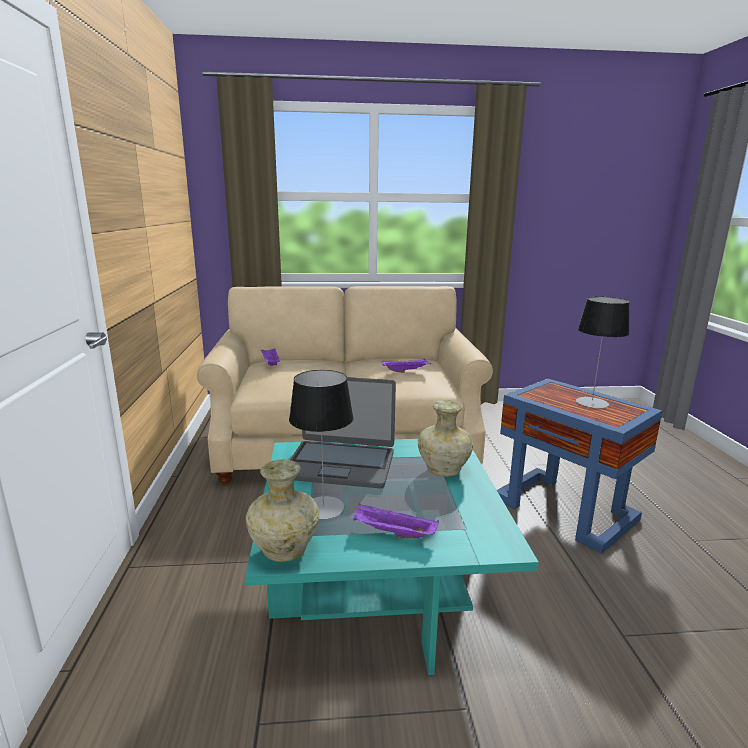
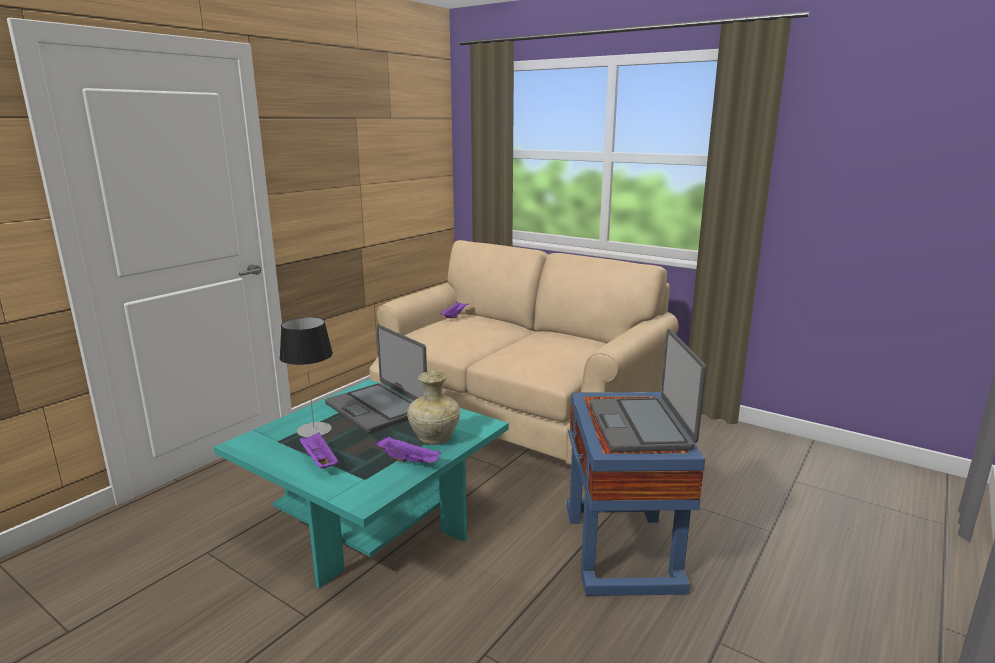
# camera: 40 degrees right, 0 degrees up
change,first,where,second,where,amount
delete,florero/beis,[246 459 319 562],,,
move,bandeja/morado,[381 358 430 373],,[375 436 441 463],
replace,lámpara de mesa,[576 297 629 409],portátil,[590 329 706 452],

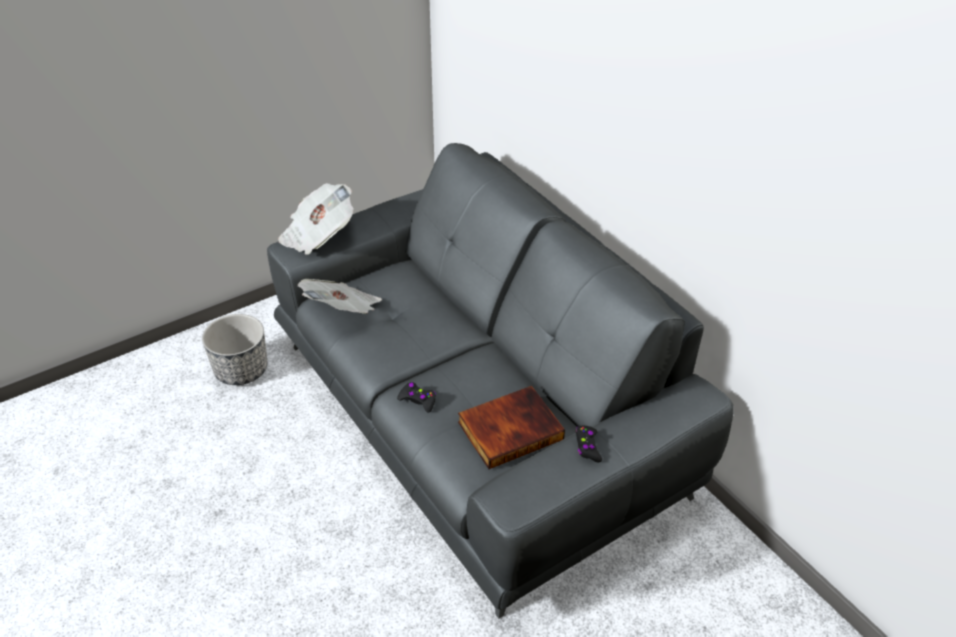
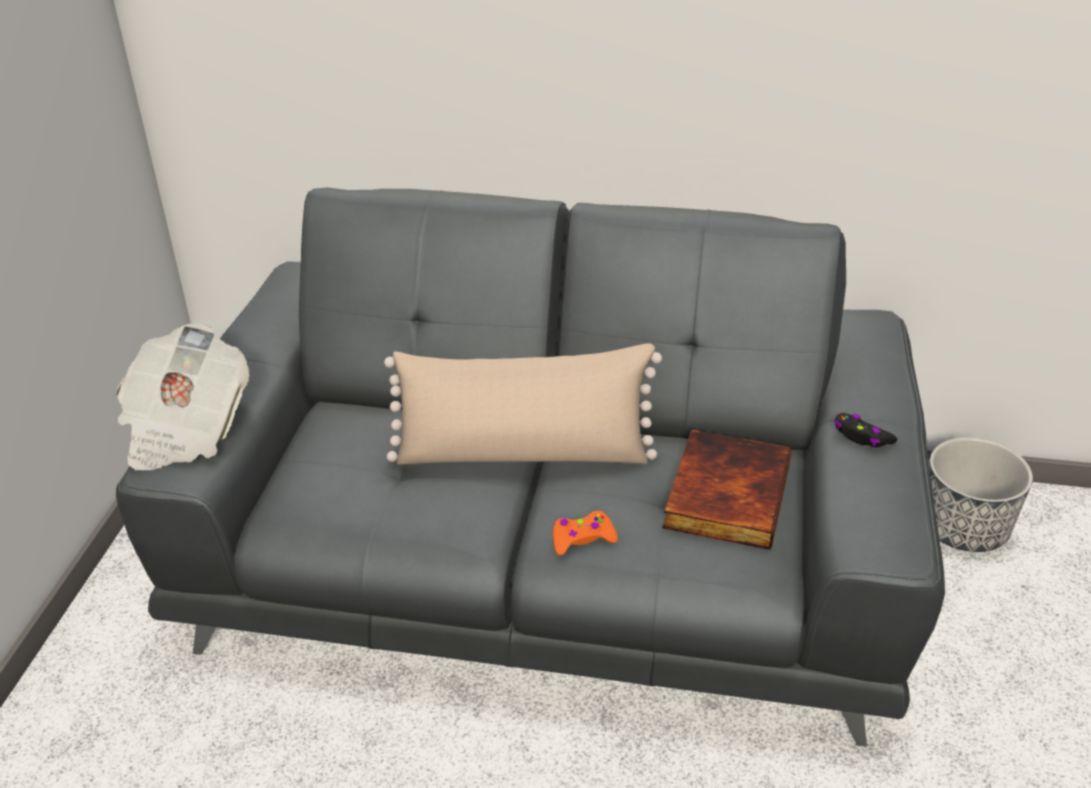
# camera: 45 degrees left, 5 degrees down
change,first,where,second,where,amount
delete,periódico,[298 279 382 314],,,
insert,,,cojín/beis,[384 343 662 465],
move,maceta,[202 314 268 385],,[929 437 1033 552],
recolor,mando de consola/negro,[397 382 436 413],mando de consola/naranja,[553 511 618 555],

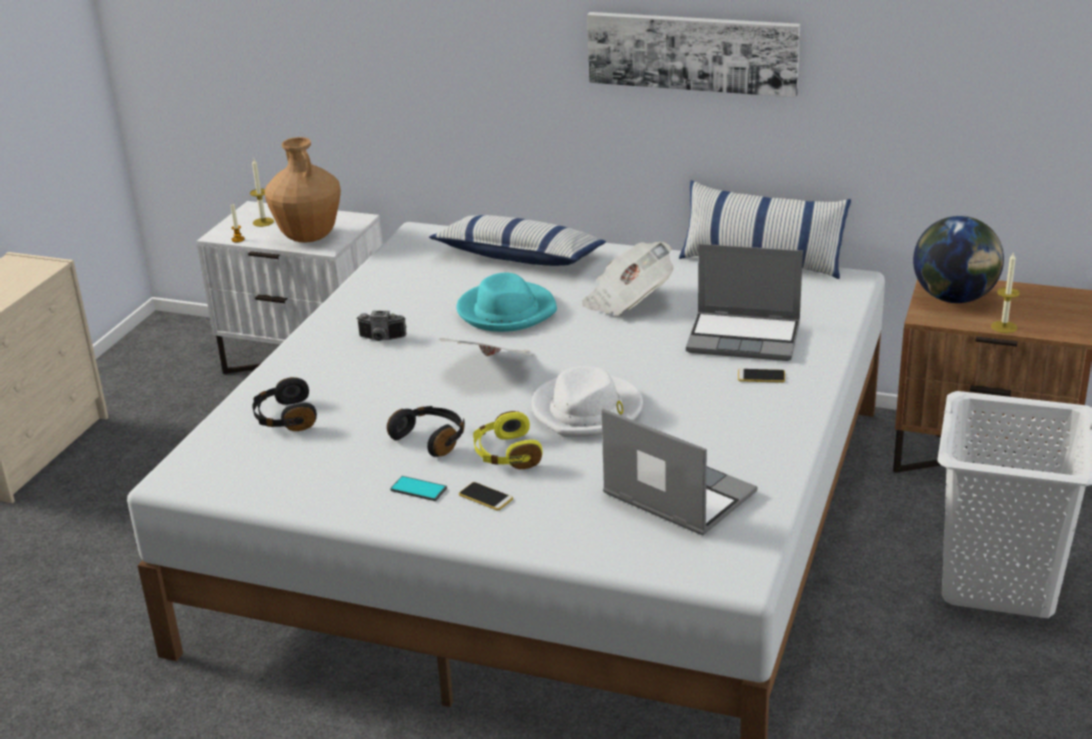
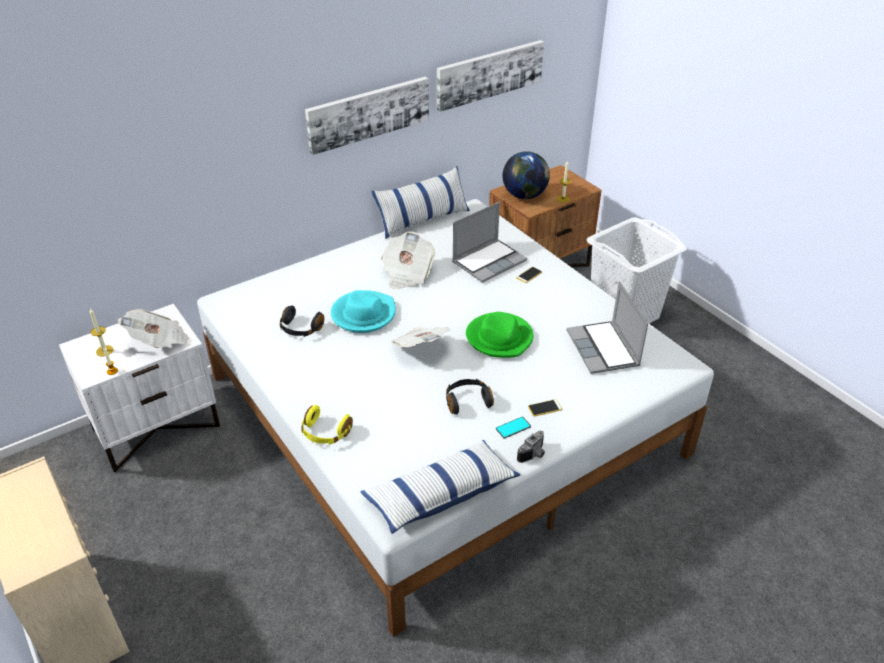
# camera: 55 degrees left, 10 degrees up
change,first,where,second,where,amount
insert,,,cuadro,[437 40 544 112],
move,auriculares/negro,[252 377 317 431],,[280 305 324 337],
move,cámara,[356 311 407 341],,[517 431 545 463],
move,cojín,[429 215 606 266],,[361 440 520 534],
move,auriculares/amarillo,[473 411 543 469],,[301 405 353 445],
replace,florero/marrón,[265 137 341 243],periódico,[118 309 192 348],
recolor,sombrero/blanco,[532 366 643 437],sombrero/verde,[466 312 533 358],
rotate,portátil,[602 409 757 535],,[567 281 648 374],90 degrees counterclockwise

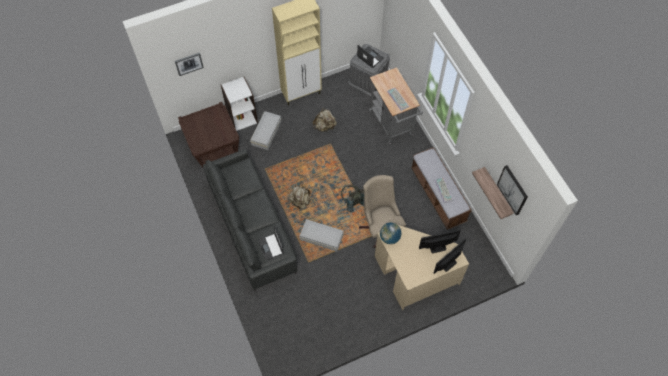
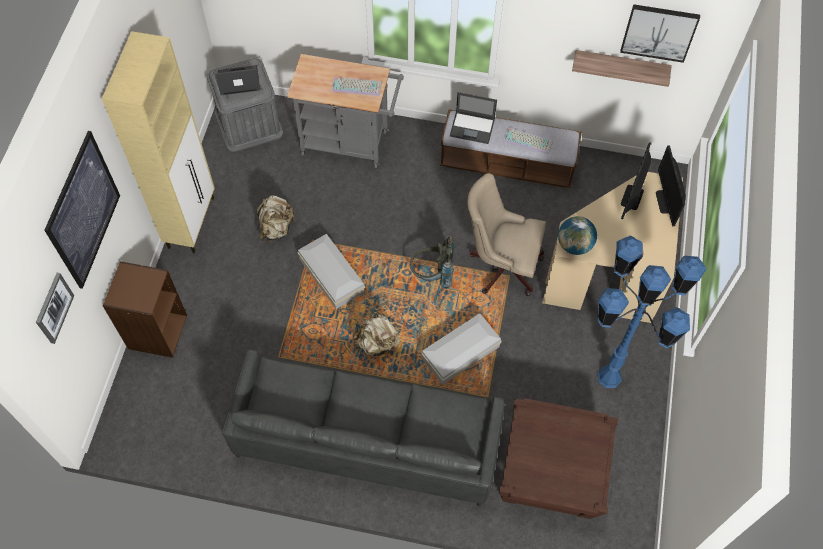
# camera: 55 degrees left, 0 degrees up
change,first,where,second,where,amount
insert,,,cuadro,[44 131 120 289],
insert,,,lámpara de pie/azul,[597 235 706 388],
move,mesa auxiliar/marrón,[178 102 239 167],,[499 398 618 519],
move,caja de almacenaje/blanco,[250 111 282 150],,[298 234 365 309],
move,portátil,[258 226 284 260],,[450 92 497 144],
recolor,estantería/blanco,[221 77 258 131],estantería/marrón,[103 261 187 358],

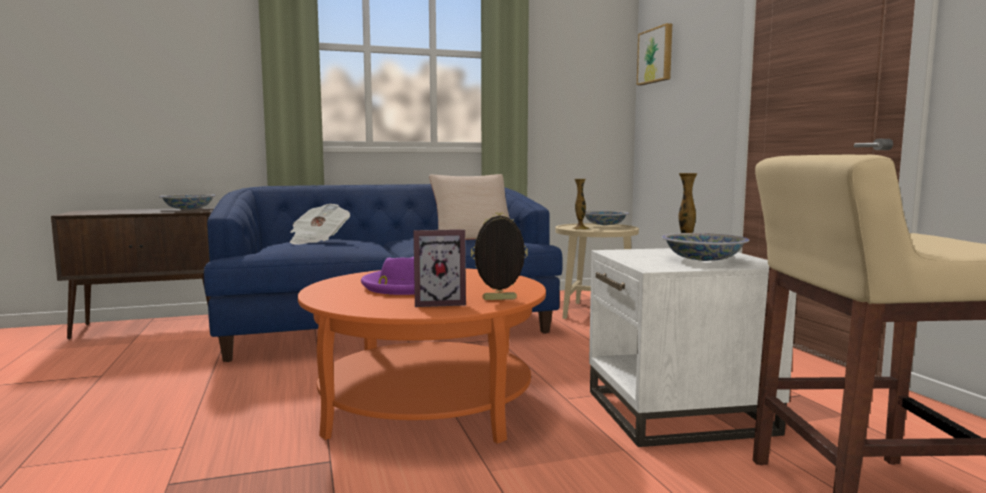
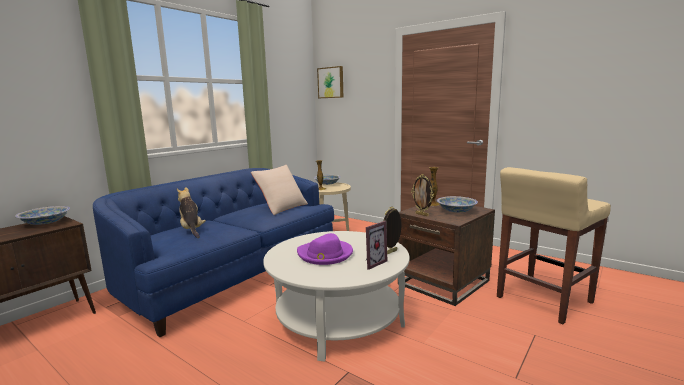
# camera: 35 degrees left, 5 degrees up
change,first,where,second,where,amount
insert,,,portarretratos,[411 174 434 216],
replace,periódico,[290 204 350 245],peluche,[177 187 206 238],
recolor,mesa de centro/naranja,[298 268 546 444],mesa de centro/blanco,[263 231 410 361],
recolor,mesa auxiliar/blanco,[589 248 796 447],mesa auxiliar/marrón,[398 199 495 306],

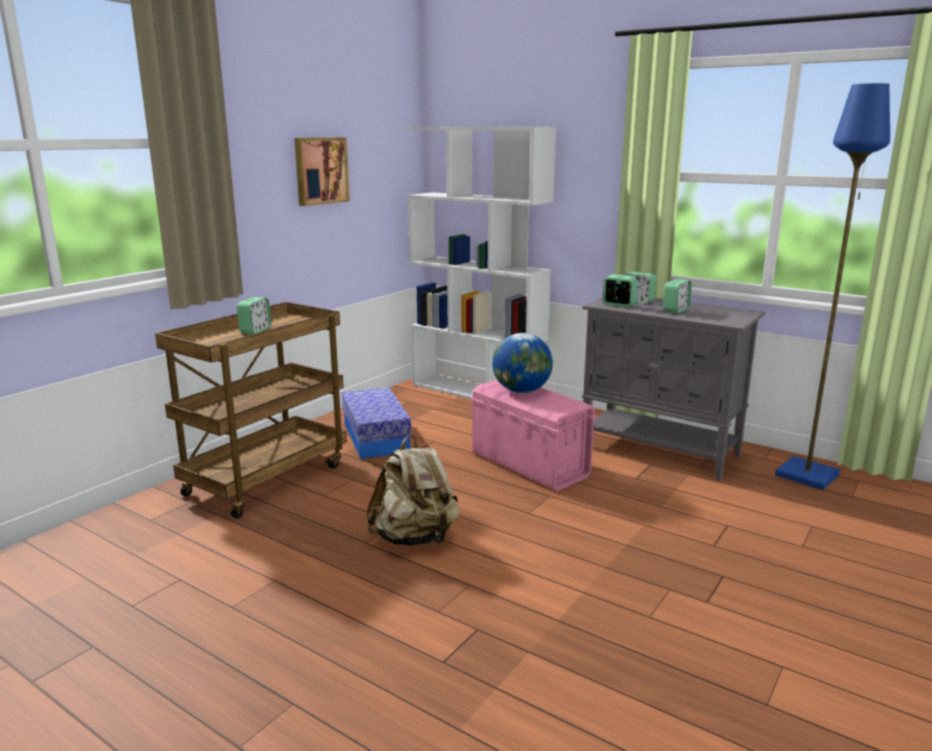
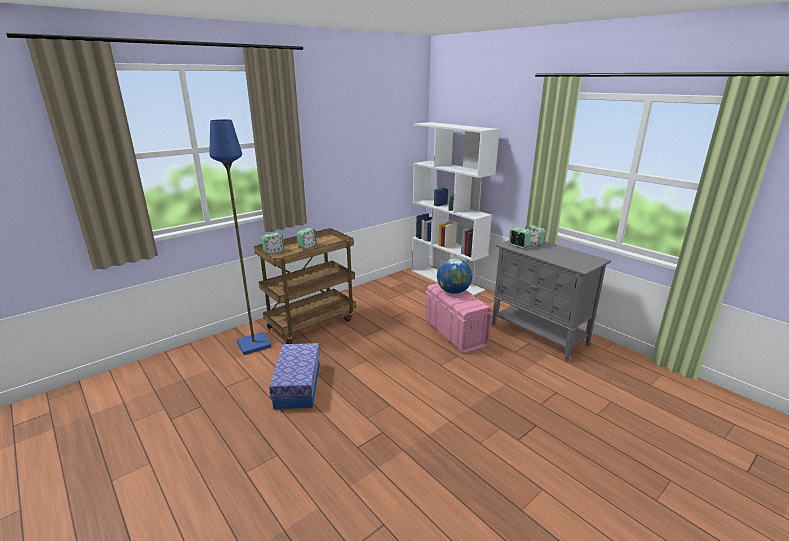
# camera: 15 degrees right, 5 degrees up
change,first,where,second,where,amount
delete,cuadro,[294 137 350 206],,,
delete,mochila/beis,[367 435 460 546],,,
move,caja de almacenaje,[342 387 411 459],,[269 343 320 409],
move,despertador,[663 279 692 314],,[261 233 284 254],
move,lámpara de pie/azul,[775 83 890 490],,[209 119 271 355],

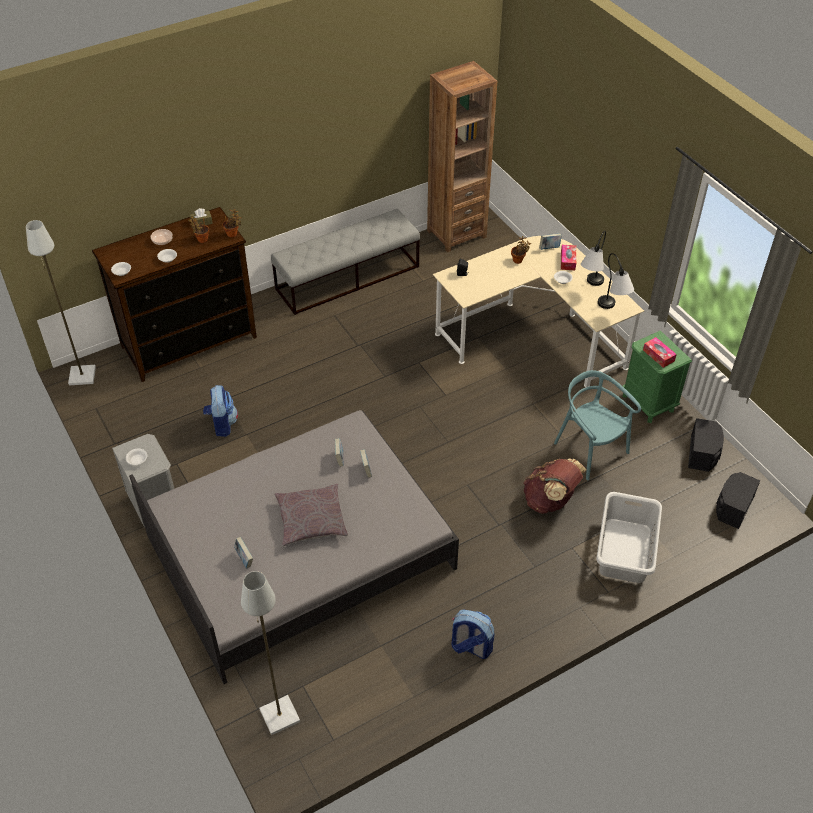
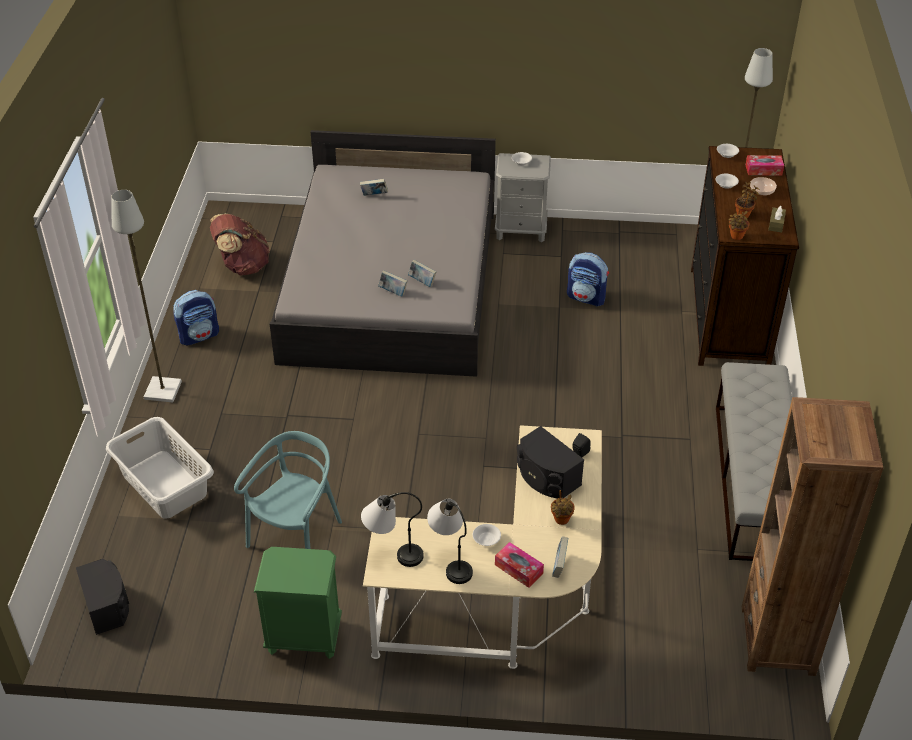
# camera: 125 degrees right, 5 degrees down
change,first,where,second,where,amount
delete,cojín/gris,[274 484 348 546],,,
move,lámpara de pie/gris,[241 571 300 735],,[111 190 182 402],
move,mochila/marrón,[523 459 587 514],,[210 214 270 275],
move,caja de pañuelos,[643 337 677 368],,[746 155 784 176],
move,altavoz/negro,[688 418 724 472],,[517 426 584 499],
rotate,silla/turquesa,[554 370 641 480],,[234 431 342 549],60 degrees counterclockwise

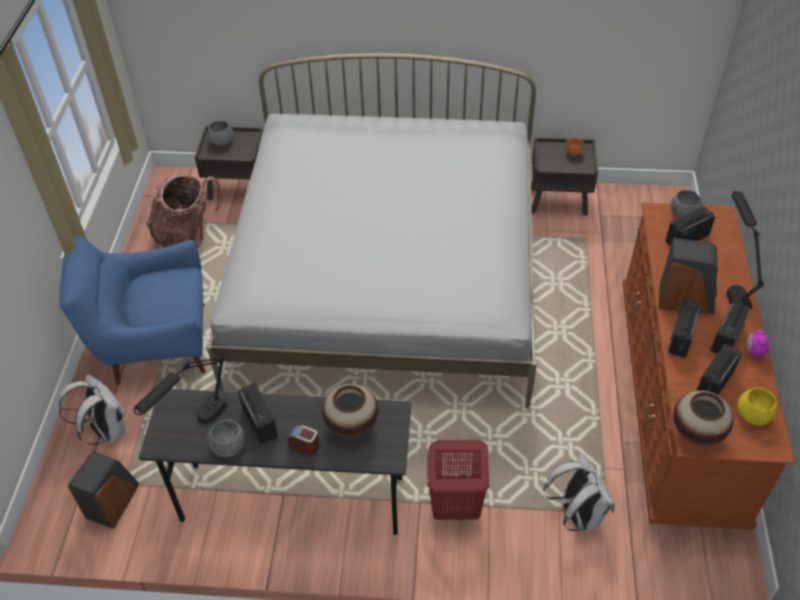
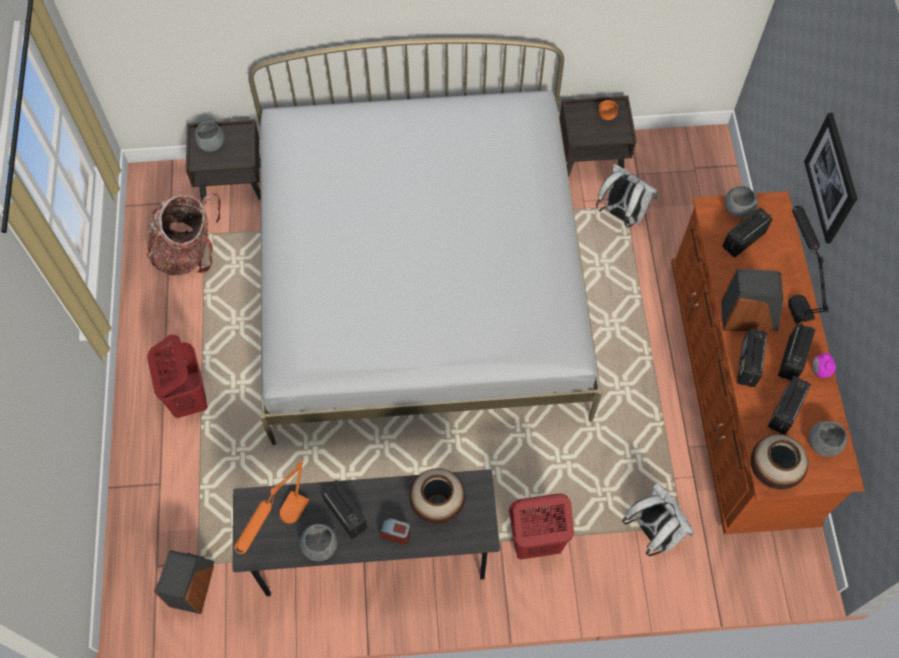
# camera: 10 degrees left, 15 degrees up
change,first,where,second,where,amount
insert,,,cuadro,[804 113 857 244],
move,mochila/blanco,[58 374 126 445],,[596 164 658 227],
replace,sillón/azul,[59 235 206 385],cesto de la ropa/rojo,[147 334 208 418],
recolor,lámpara de mesa/negro,[134 354 229 424],lámpara de mesa/naranja,[234 460 309 554],
recolor,cuenco/amarillo,[737 388 778 425],cuenco/gris,[809 421 847 457],

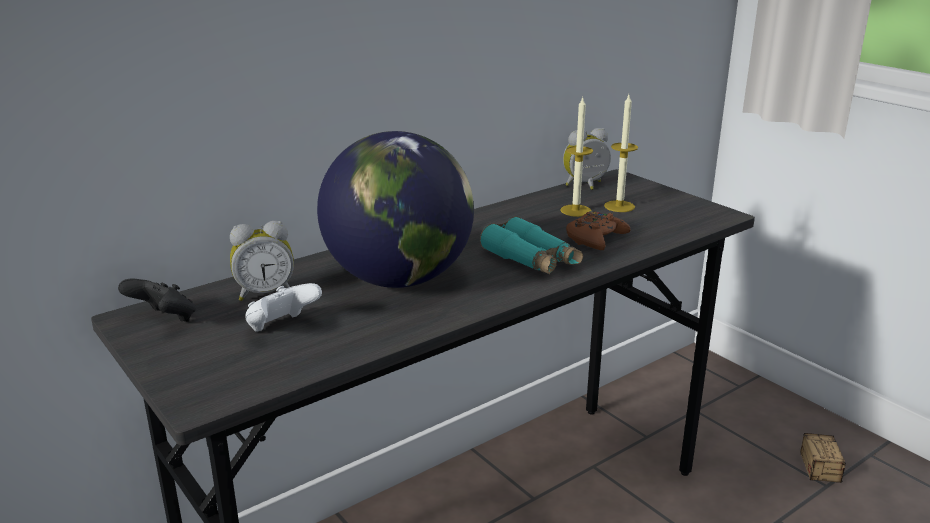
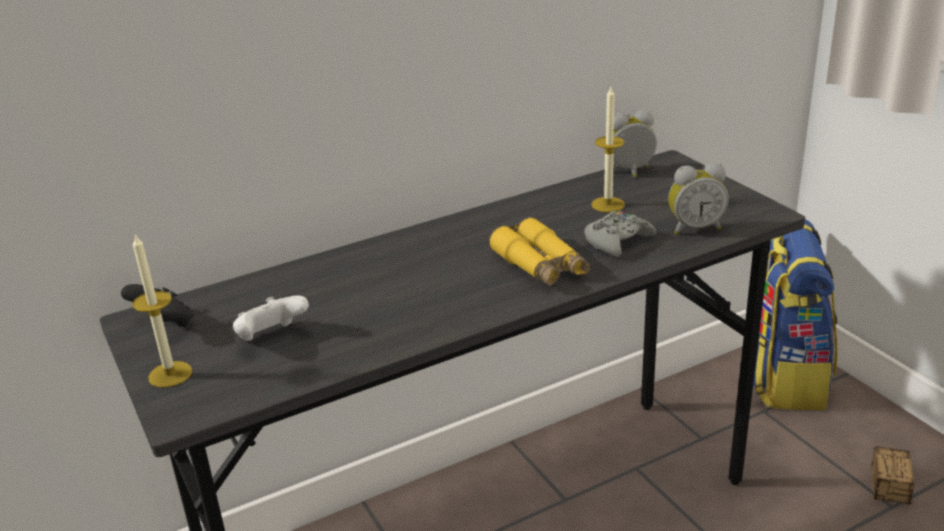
# camera: 10 degrees right, 5 degrees up
change,first,where,second,where,amount
delete,globo terráqueo,[317 131 474 288],,,
insert,,,mochila,[753 219 838 410],
move,despertador,[230 221 294 301],,[668 163 729 235],
move,vela,[604 95 638 212],,[133 234 192 387],
recolor,prismáticos/turquesa,[480 216 583 274],prismáticos/amarillo,[489 217 590 287],
recolor,mando de consola/marrón,[566 211 631 250],mando de consola/gris,[584 211 656 257],

